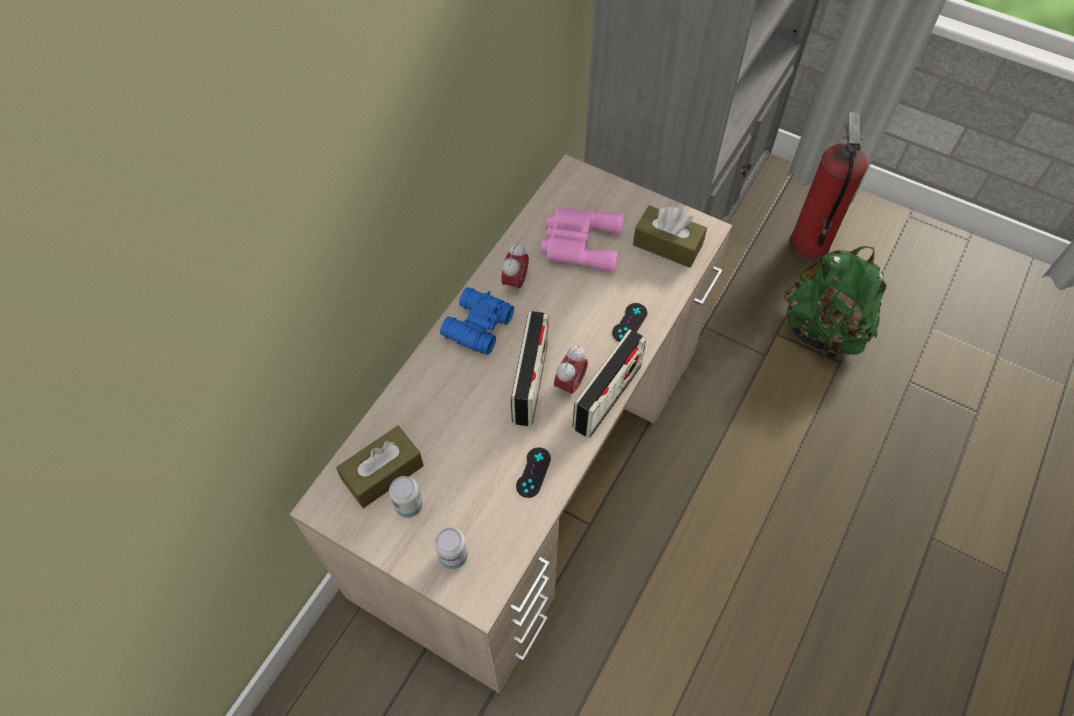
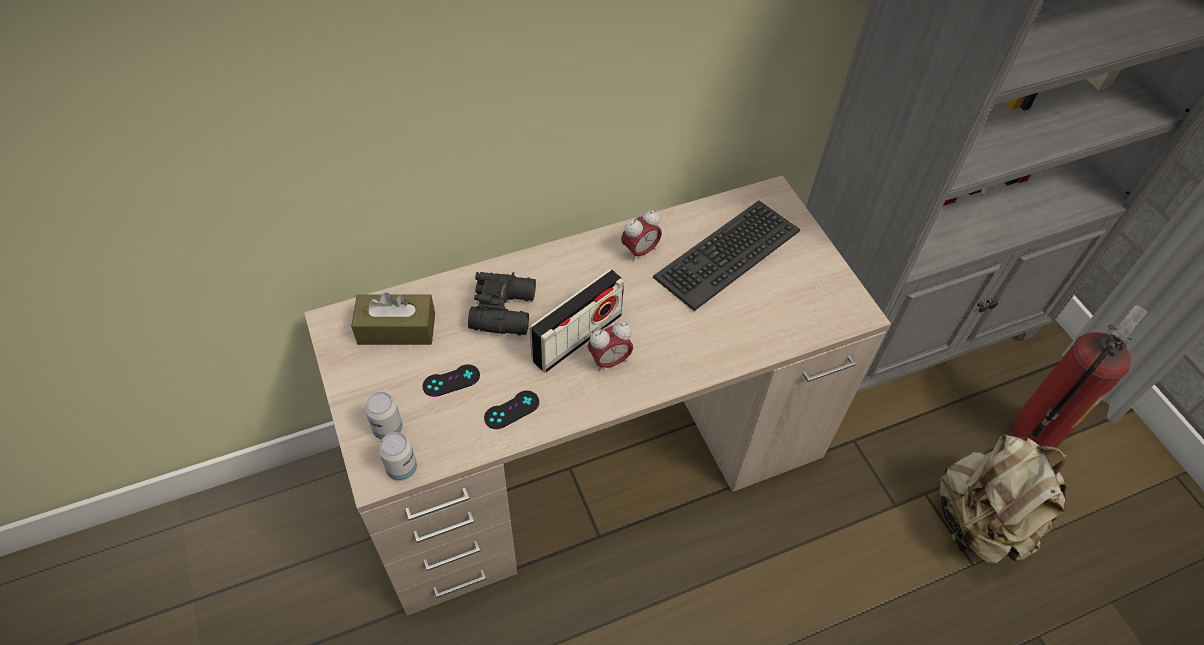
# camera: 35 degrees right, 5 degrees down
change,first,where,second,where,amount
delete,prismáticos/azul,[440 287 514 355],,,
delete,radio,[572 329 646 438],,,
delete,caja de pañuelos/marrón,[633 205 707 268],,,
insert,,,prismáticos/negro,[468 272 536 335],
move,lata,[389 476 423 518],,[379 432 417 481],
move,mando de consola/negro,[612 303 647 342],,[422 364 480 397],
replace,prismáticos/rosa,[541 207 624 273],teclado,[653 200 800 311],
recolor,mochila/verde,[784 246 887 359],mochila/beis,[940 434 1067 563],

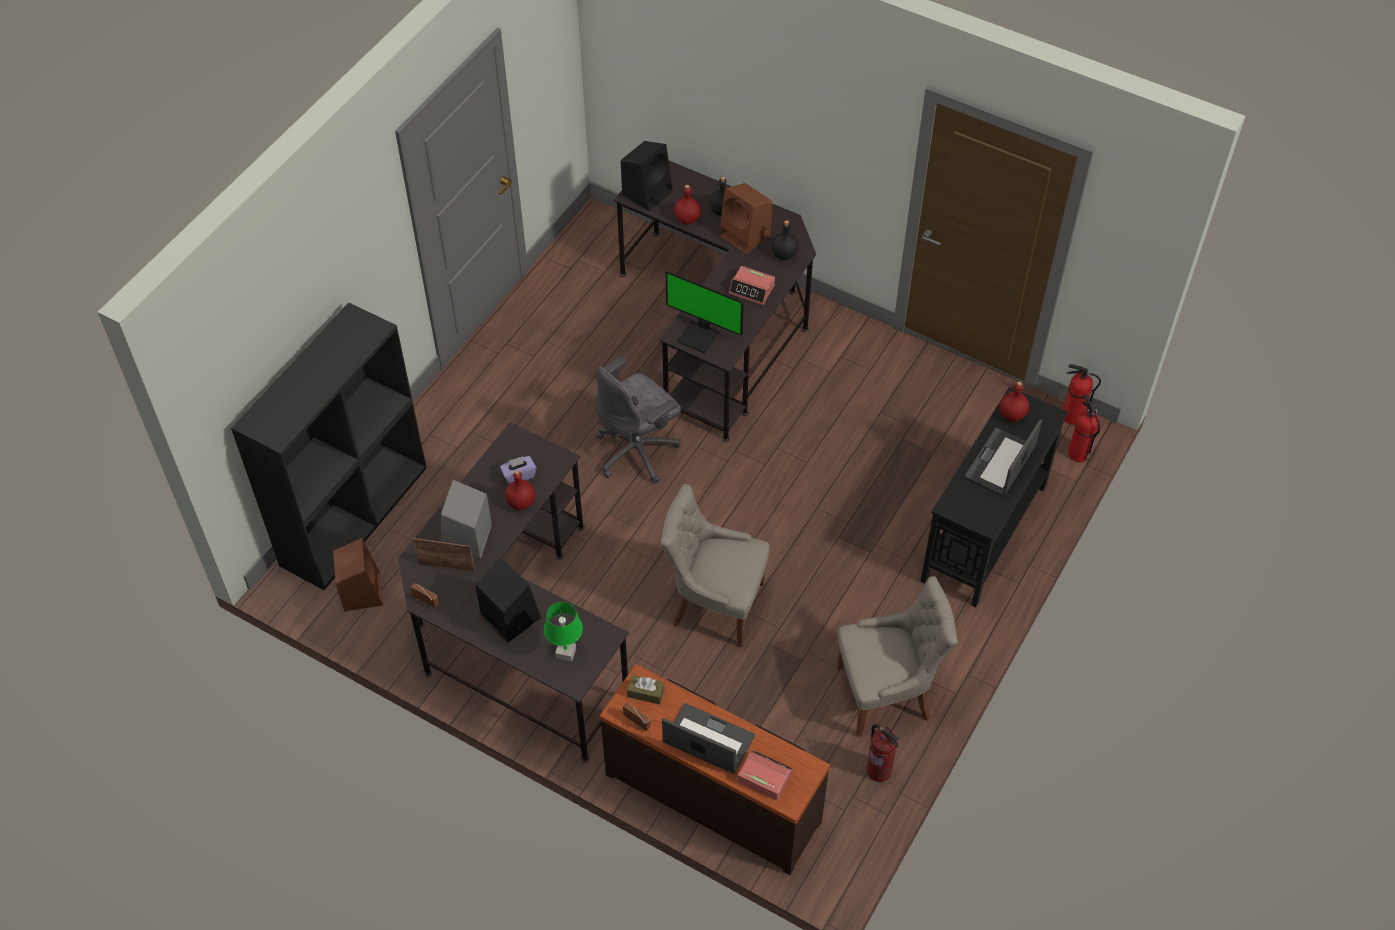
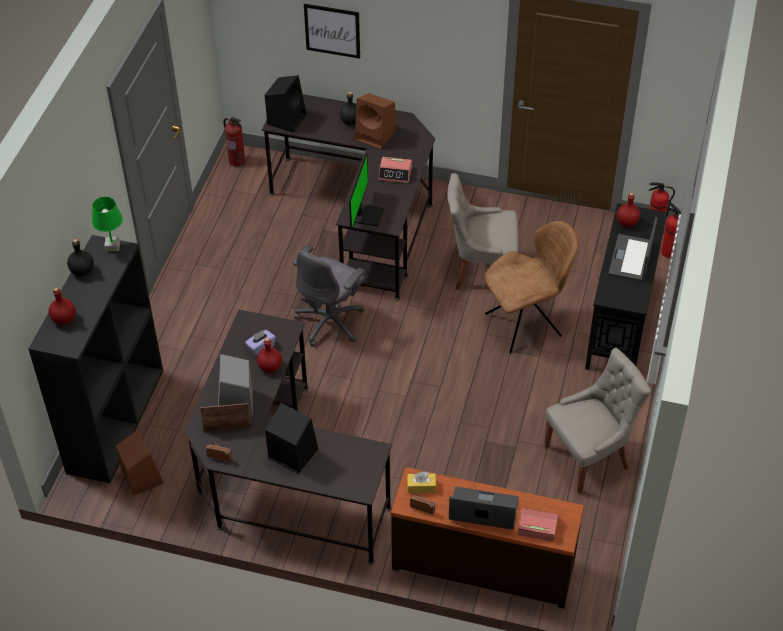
# camera: 15 degrees left, 5 degrees down
change,first,where,second,where,amount
insert,,,cuadro,[304 4 360 59],
insert,,,silla/marrón,[485 221 579 354],
move,lámpara de mesa/verde,[544 602 583 662],,[92 197 123 252],
move,silla/gris,[661 484 770 647],,[448 173 519 290],
move,botella/rojo,[674 185 701 224],,[49 287 76 325],
move,botella/negro,[771 220 799 260],,[67 239 94 276],
move,extintor,[867 724 899 782],,[223 117 245 166],
recolor,caja de pañuelos/marrón,[627 675 665 705],caja de pañuelos/amarillo,[407 472 436 493],
rotate,monitor,[666 271 744 353],,[349 154 384 230],90 degrees counterclockwise

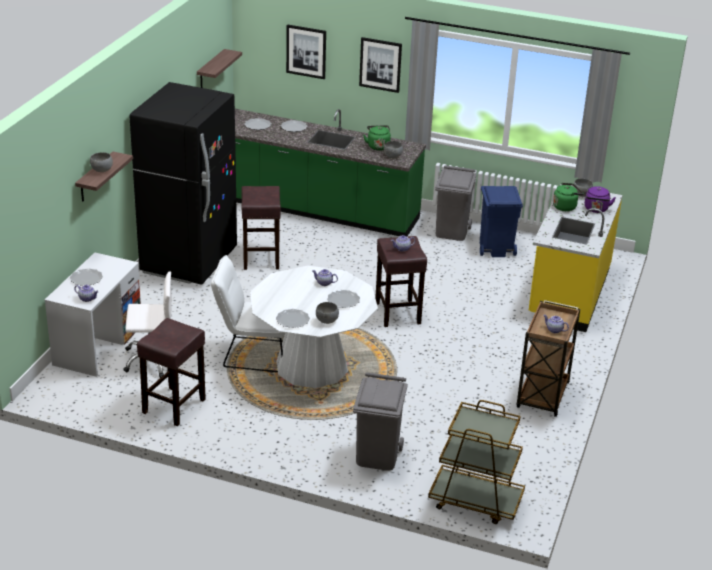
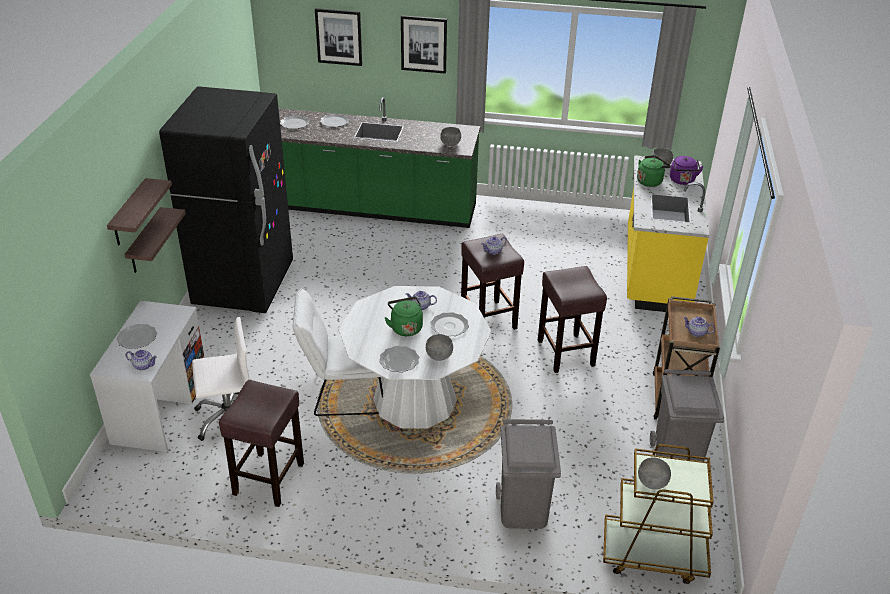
# camera: 10 degrees left, 5 degrees up
change,first,where,second,where,amount
delete,papelera/azul,[480 186 523 257],,,
move,cuenco/gris,[90 152 113 172],,[638 457 671 490],
move,estante,[197 49 242 88],,[124 207 186 273],
move,taburete/marrón,[242 186 281 270],,[538 266 607 373],
move,hervidor/verde,[363 125 391 151],,[385 297 423 336],
move,papelera/gris,[435 165 476 241],,[650 369 724 461],

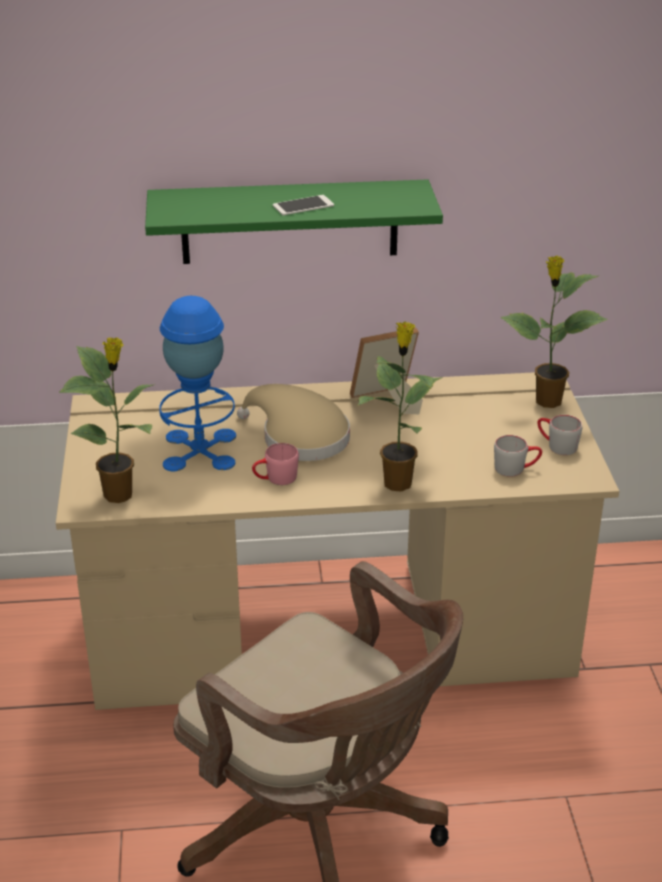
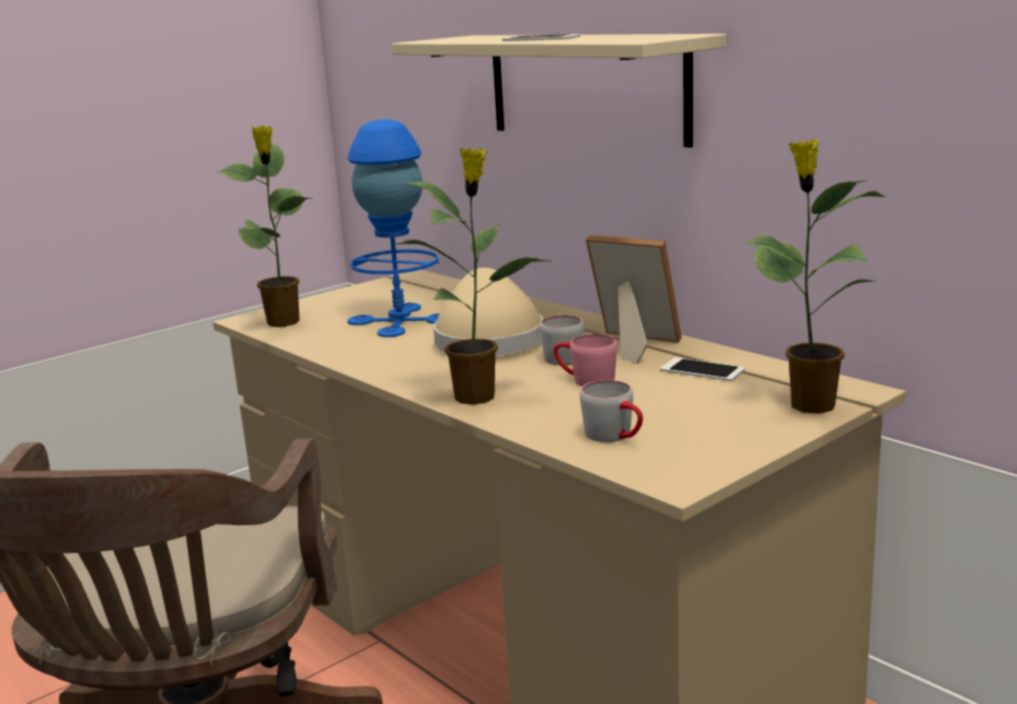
# camera: 55 degrees right, 15 degrees down
change,first,where,second,where,amount
insert,,,móvil,[660 357 745 381],
move,taza grande/rosa,[252 443 299 485],,[554 334 617 387],
move,taza grande/gris,[537 415 582 455],,[540 315 584 365],
recolor,estante/verde,[145 179 443 264],estante/beis,[392 34 726 148],

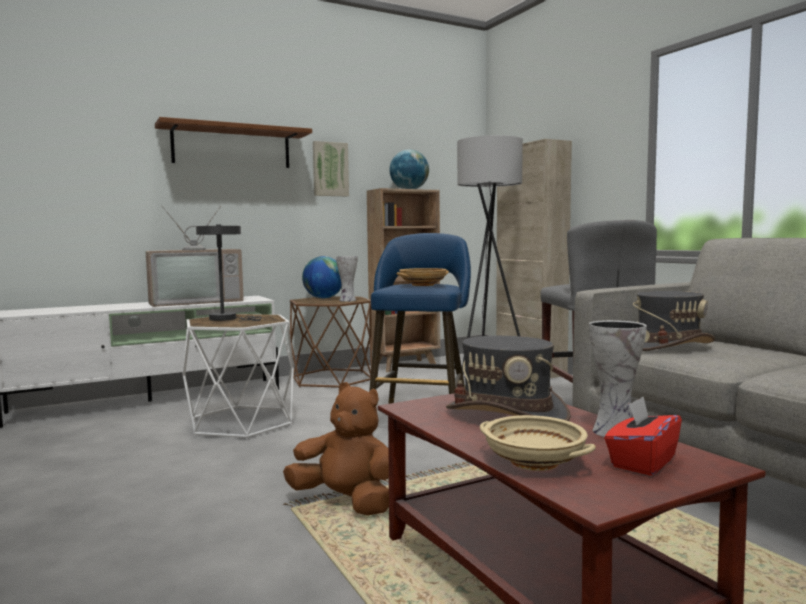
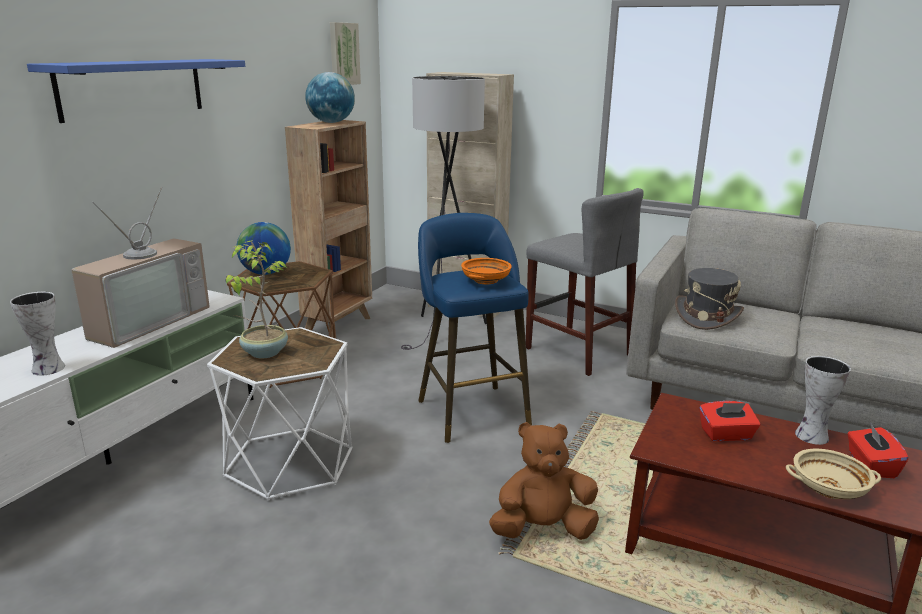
# camera: 35 degrees left, 15 degrees up
change,first,where,second,where,amount
move,cuadro,[313 141 349 196],,[330 22 361 85],
move,florero,[336 256 358 302],,[10 292 65 376],
replace,lámpara de mesa/gris,[196 224 262 321],planta en maceta,[225 241 288 358],
replace,sombrero/gris,[446 336 571 421],caja de pañuelos/rojo,[699 401 760 441],
recolor,estante/marrón,[155 117 312 168],estante/azul,[27 59 245 123],
recolor,cuenco/beis,[396 268 449 286],cuenco/naranja,[461 258 512 284],

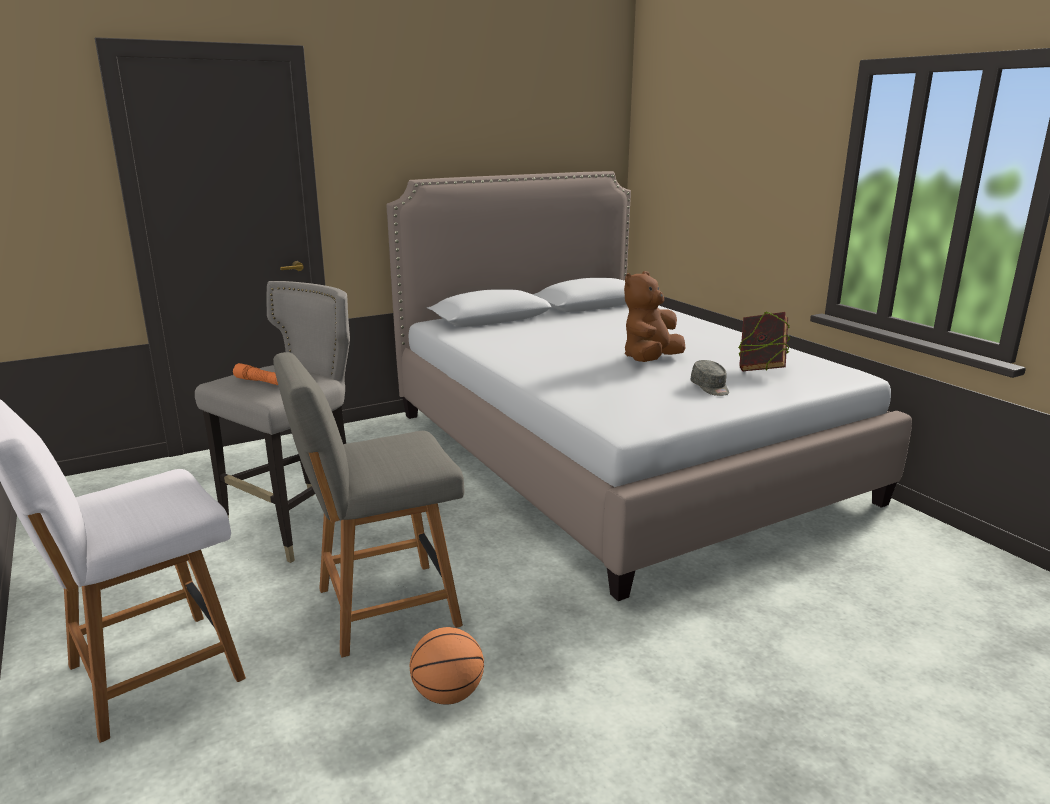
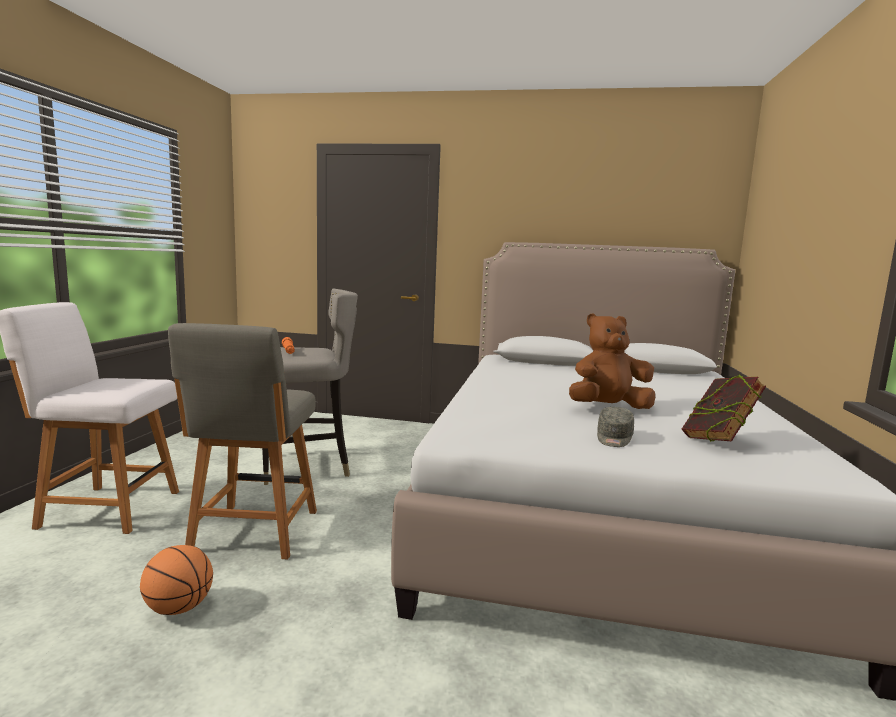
# camera: 40 degrees right, 10 degrees down
change,first,where,second,where,amount
rotate,silla/gris,[273 352 465 657],,[168 323 317 560],105 degrees counterclockwise

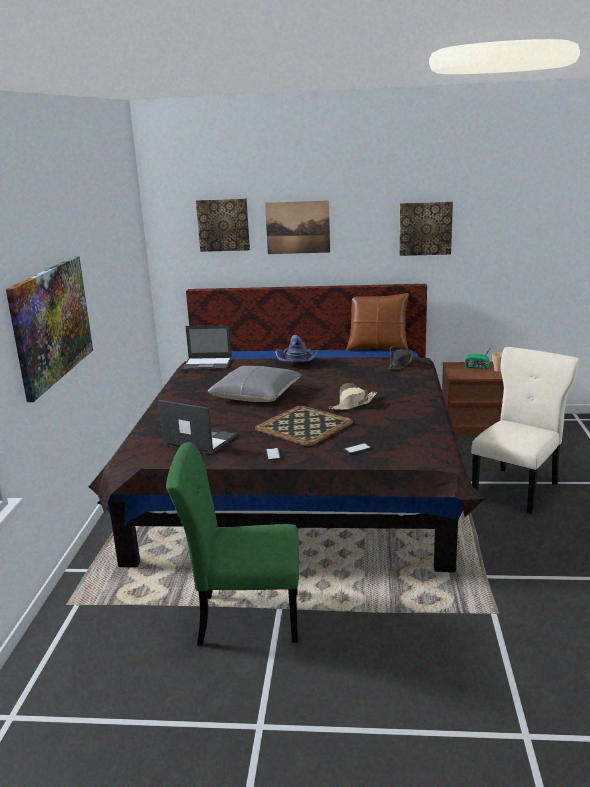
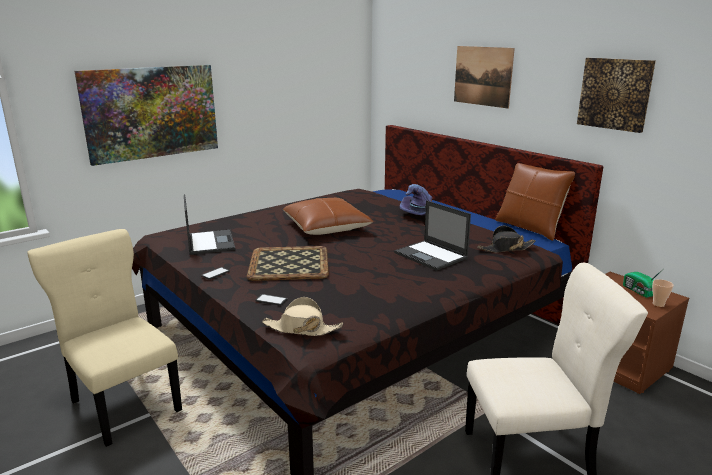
# camera: 45 degrees right, 0 degrees up
change,first,where,second,where,amount
delete,cuadro,[196 199 250 252],,,
move,portátil,[182 325 232 371],,[394 200 471 271],
move,sombrero/beis,[328 383 377 410],,[262 297 343 336],
recolor,silla/verde,[166 442 299 646],silla/beis,[27 229 182 447],
recolor,cojín/gris,[207 366 301 402],cojín/marrón,[283 198 373 235],

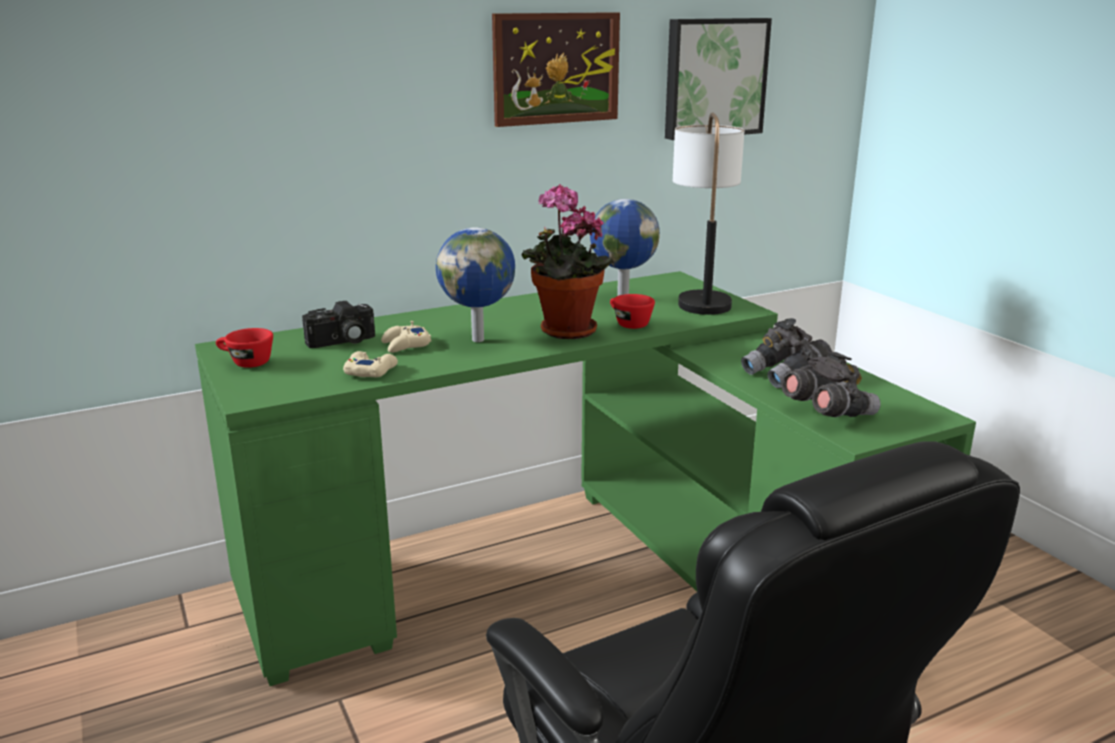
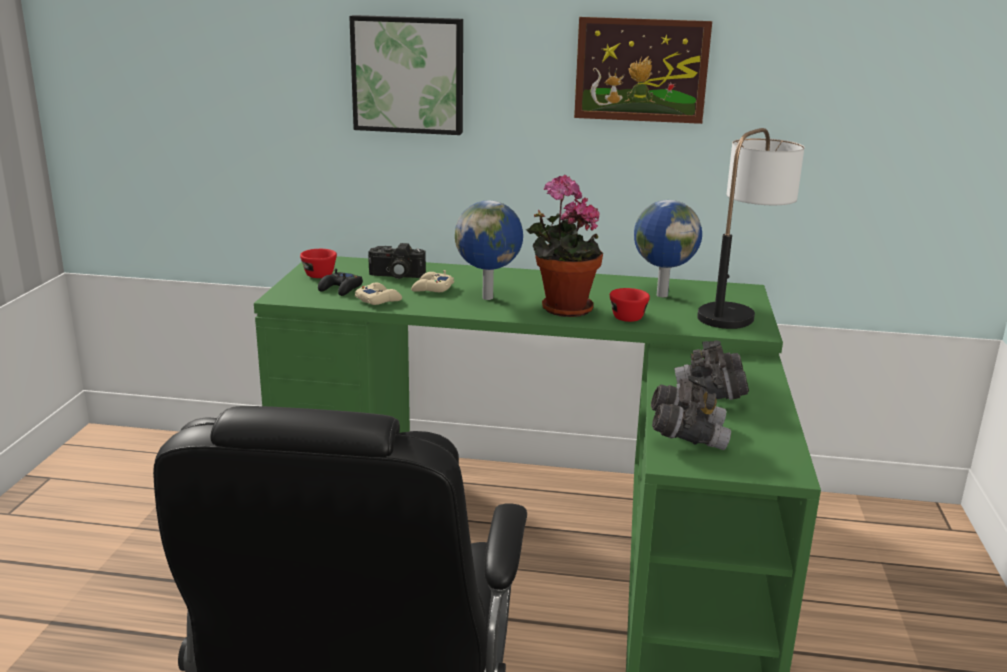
# camera: 35 degrees right, 0 degrees up
change,first,where,second,where,amount
insert,,,mando de consola/negro,[318 269 363 296],
move,cuadro,[665 18 772 140],,[349 15 463 135],

